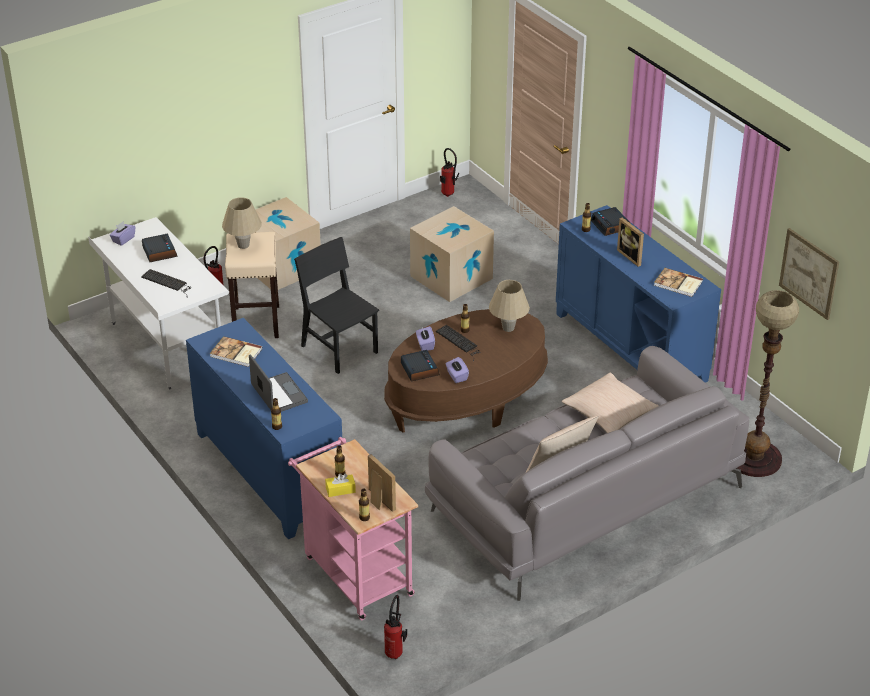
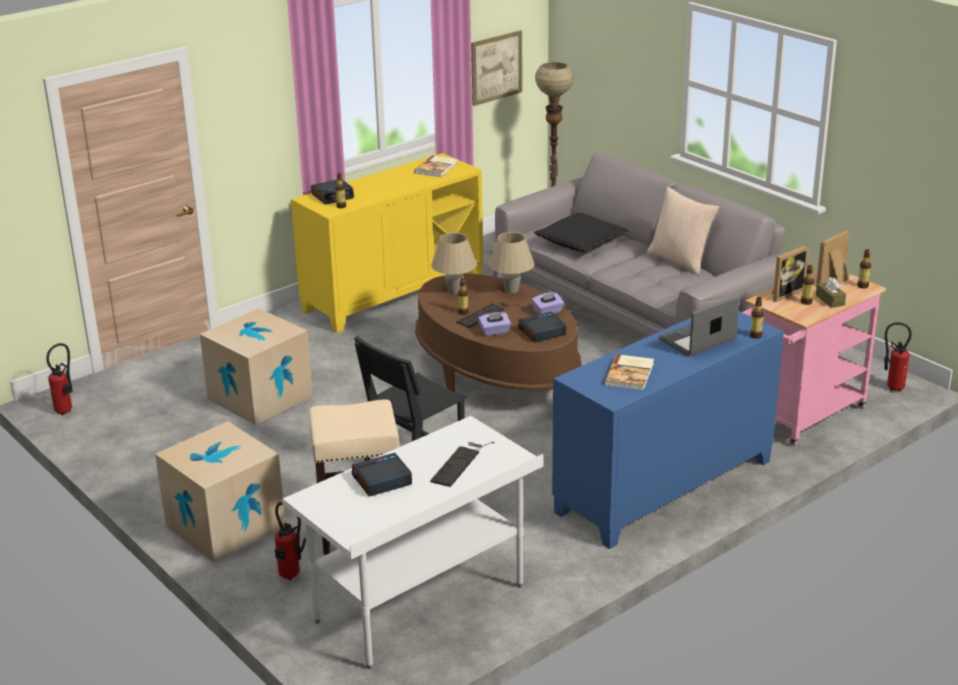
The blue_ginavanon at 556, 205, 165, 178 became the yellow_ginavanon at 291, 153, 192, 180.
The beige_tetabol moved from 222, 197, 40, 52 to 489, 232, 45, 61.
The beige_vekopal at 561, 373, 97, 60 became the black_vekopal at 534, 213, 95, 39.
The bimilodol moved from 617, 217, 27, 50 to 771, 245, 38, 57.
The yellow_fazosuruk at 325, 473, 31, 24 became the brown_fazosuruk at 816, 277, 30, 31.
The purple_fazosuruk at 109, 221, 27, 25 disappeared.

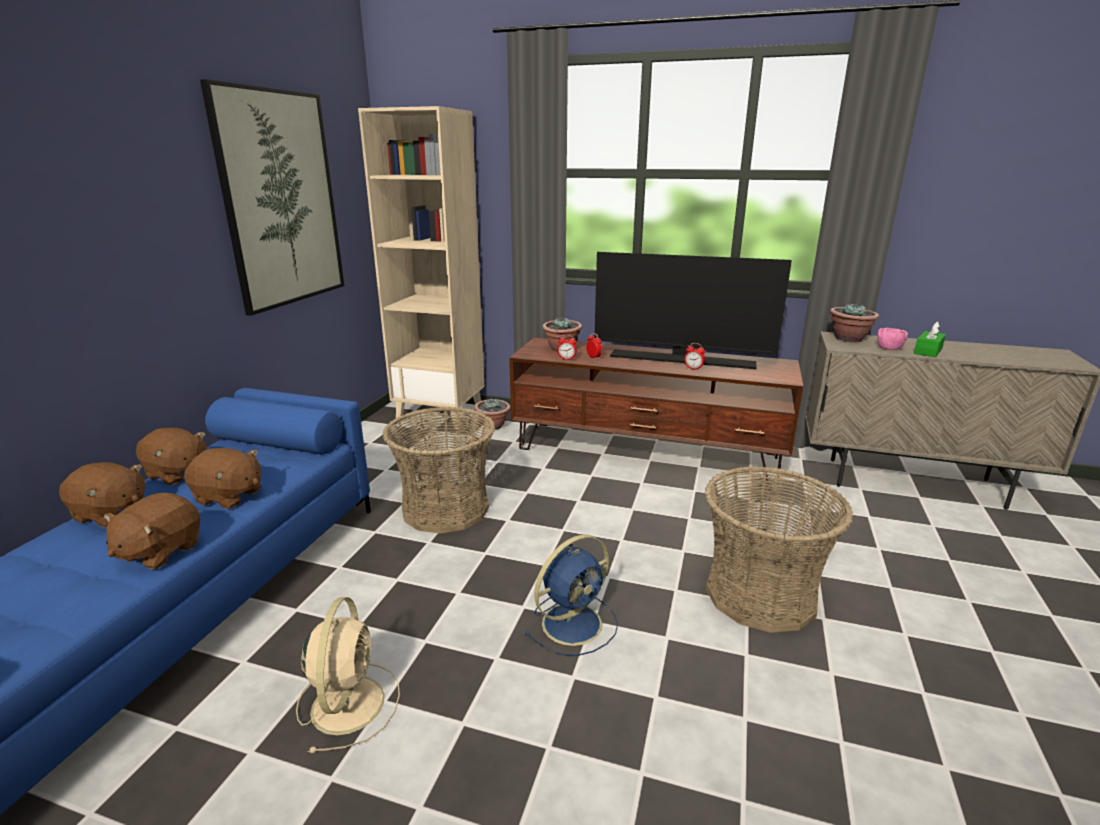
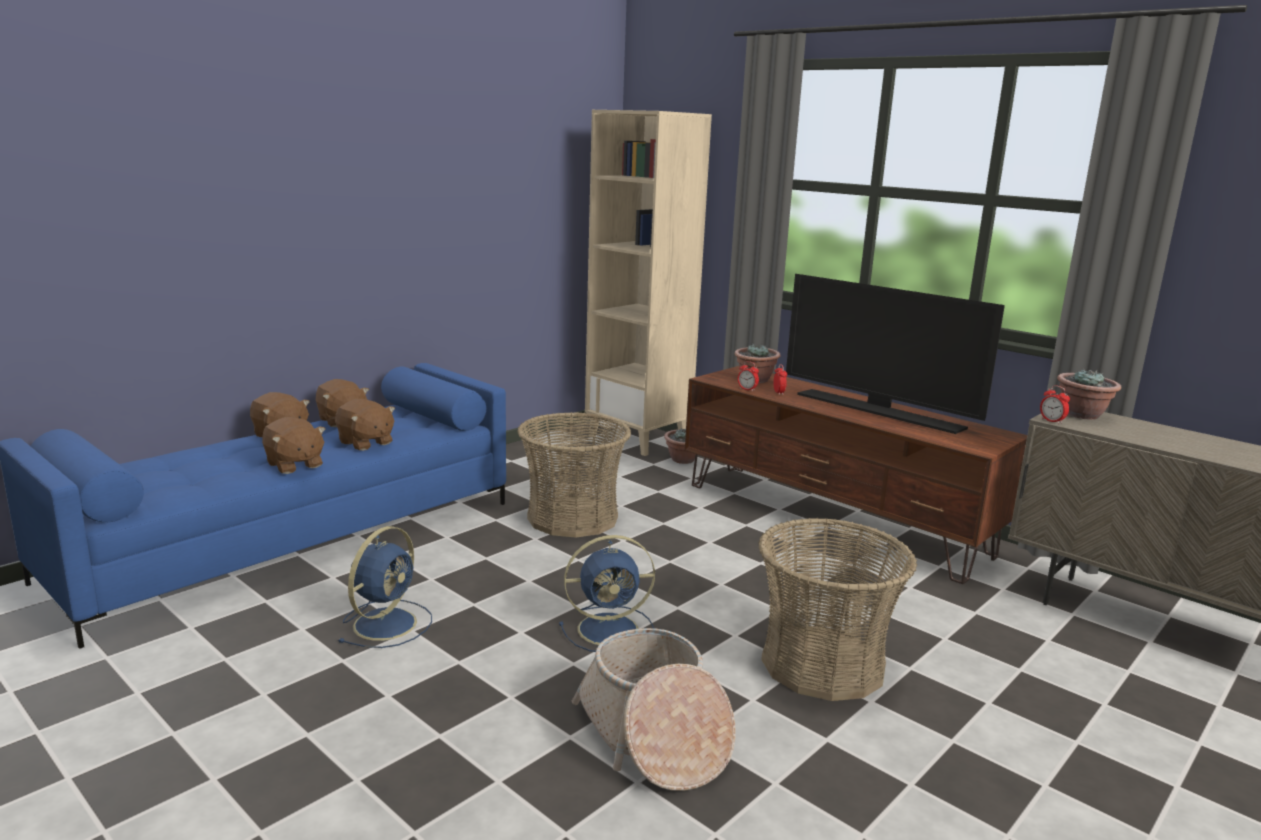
The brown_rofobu at 104, 493, 96, 77 turned 90 degrees counterclockwise.
The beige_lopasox at 296, 597, 104, 156 became the blue_lopasox at 338, 526, 94, 122.
The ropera at 572, 628, 164, 163 appeared.
The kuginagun moved from 684, 343, 21, 28 to 1040, 385, 30, 39.
The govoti at 200, 79, 144, 237 disappeared.
The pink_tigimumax at 877, 328, 31, 22 disappeared.
The green_fazosuruk at 914, 321, 32, 36 disappeared.

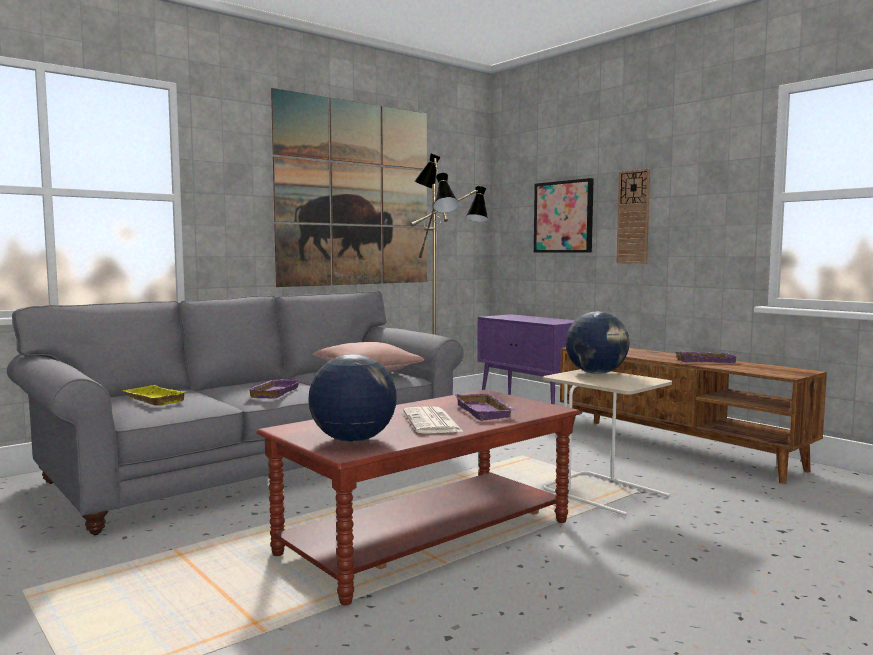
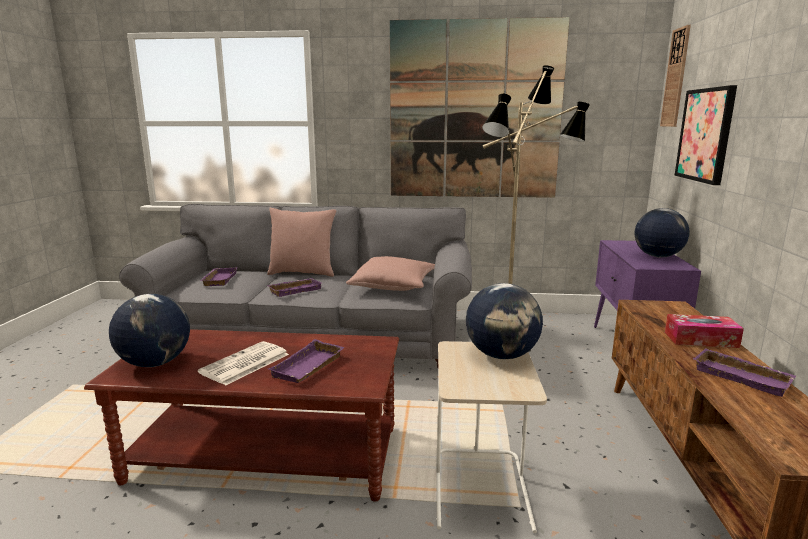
The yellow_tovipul at 123, 385, 63, 21 became the purple_tovipul at 200, 267, 38, 19.
The pink_vekopal at 267, 208, 69, 69 appeared.
The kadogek at 635, 208, 55, 50 appeared.
The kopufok moved from 616, 169, 34, 95 to 660, 25, 31, 102.
The fazosuruk at 665, 314, 79, 34 appeared.

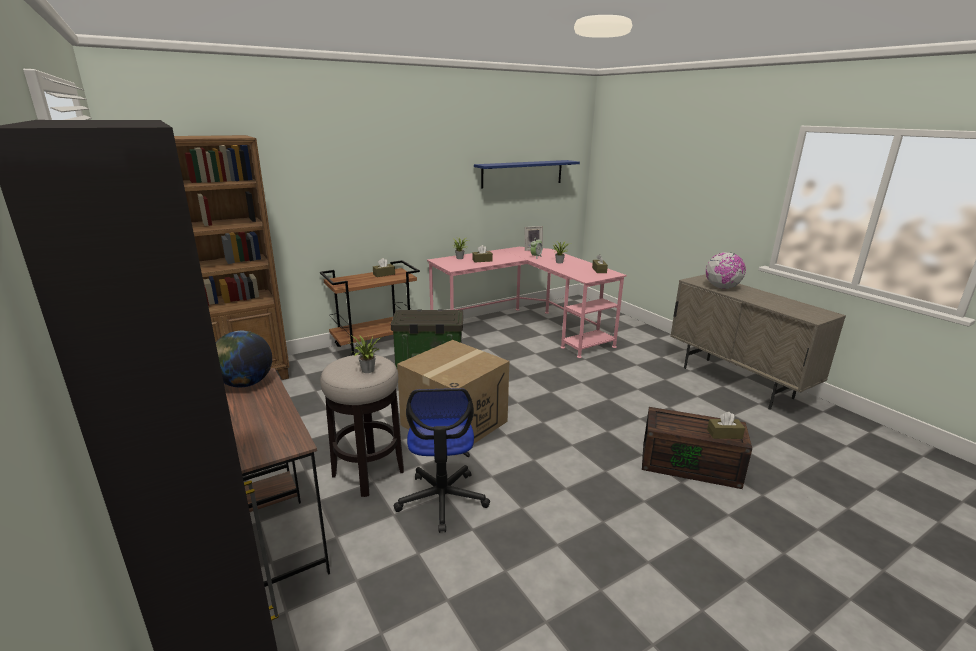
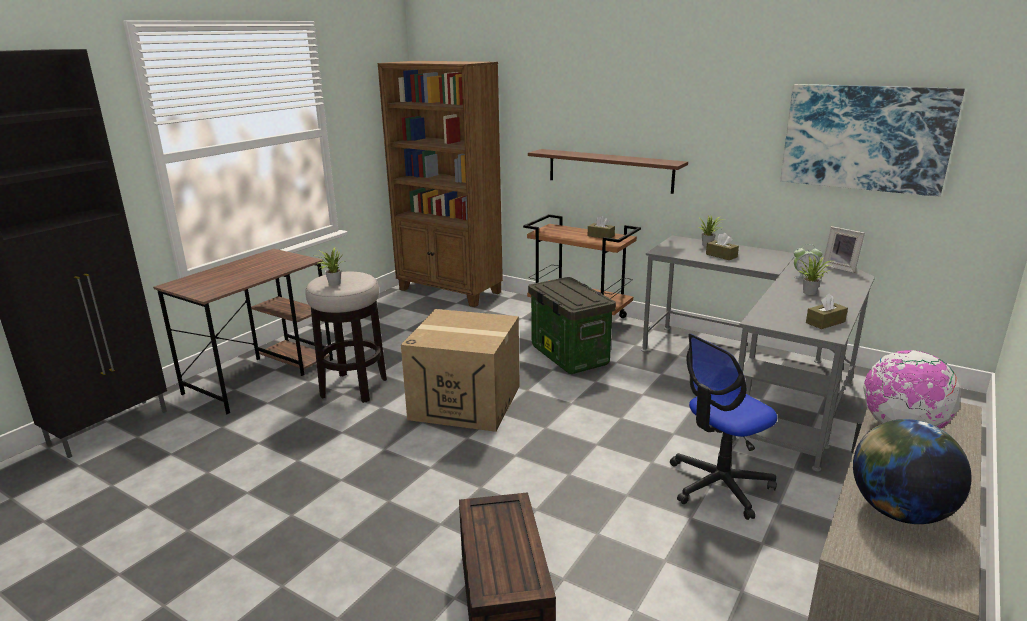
The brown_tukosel at 528, 149, 160, 45 appeared.
The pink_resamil at 427, 247, 200, 111 became the grey_resamil at 641, 235, 234, 237.
The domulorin moved from 394, 388, 96, 145 to 670, 334, 107, 186.
The blue_tukosel at 474, 160, 106, 29 was replaced by the govoti at 780, 84, 185, 113.
The kadogek moved from 216, 331, 56, 56 to 853, 419, 118, 105.
The brown_fazosuruk at 707, 412, 38, 27 disappeared.

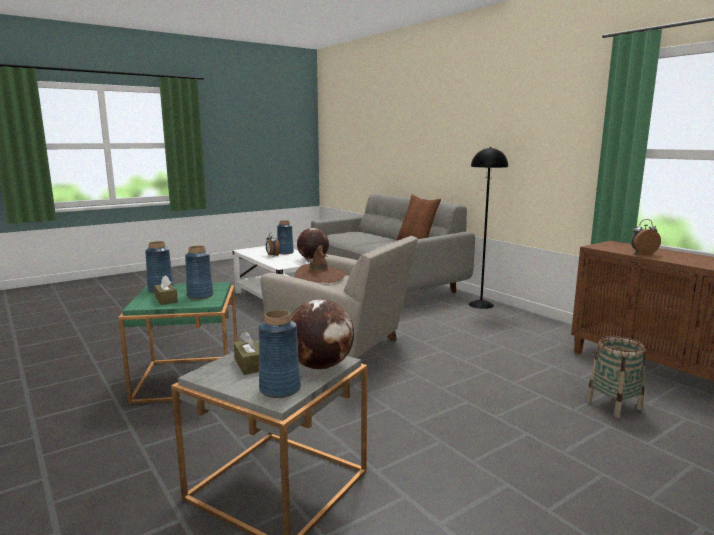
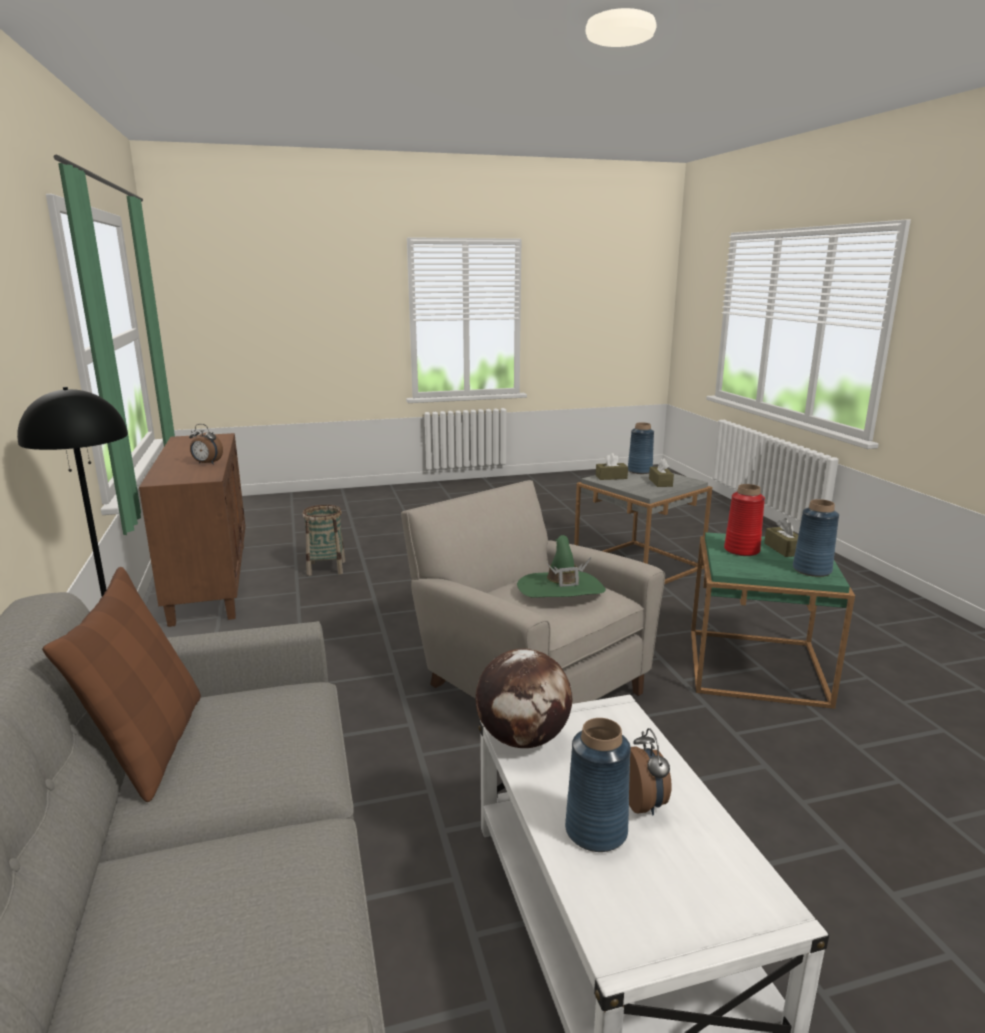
The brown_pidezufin at 295, 245, 51, 38 became the green_pidezufin at 517, 535, 89, 63.
The kadogek at 290, 299, 64, 71 was replaced by the brown_fazosuruk at 596, 453, 32, 27.
The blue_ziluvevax at 185, 246, 29, 53 became the red_ziluvevax at 724, 484, 41, 72.

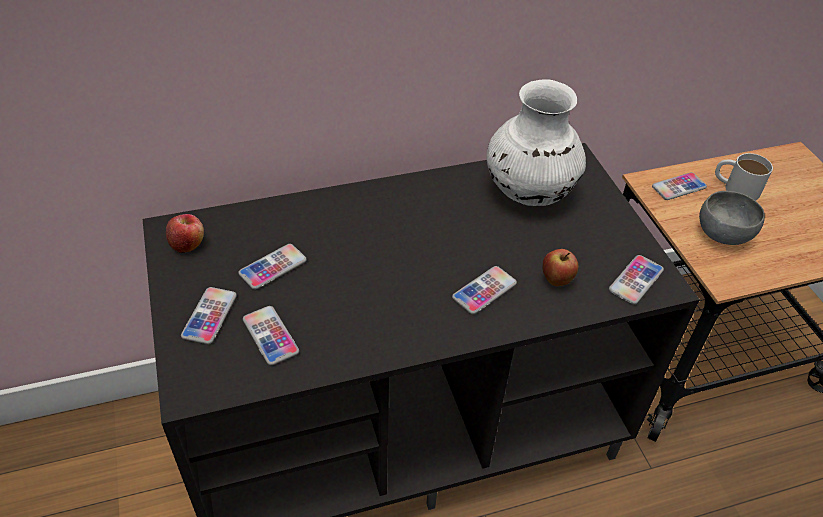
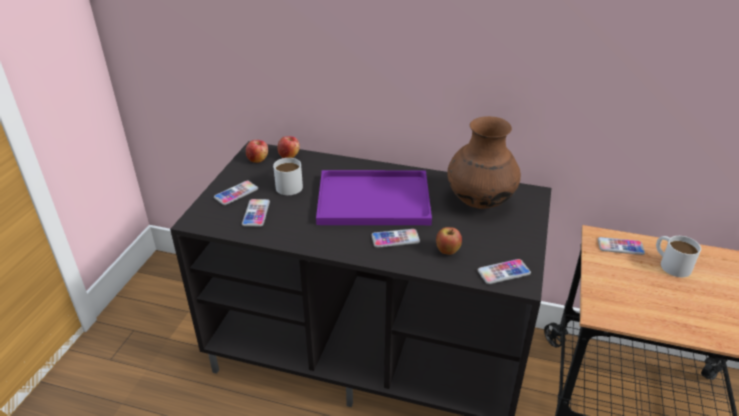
The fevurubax at 238, 244, 69, 45 was replaced by the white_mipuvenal at 273, 158, 30, 37.
The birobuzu at 277, 136, 23, 22 appeared.
The purple_tovipul at 316, 170, 116, 55 appeared.
The white_ziluvevax at 486, 79, 100, 127 became the brown_ziluvevax at 447, 116, 74, 93.
The grey_tigimumax at 699, 191, 66, 54 disappeared.

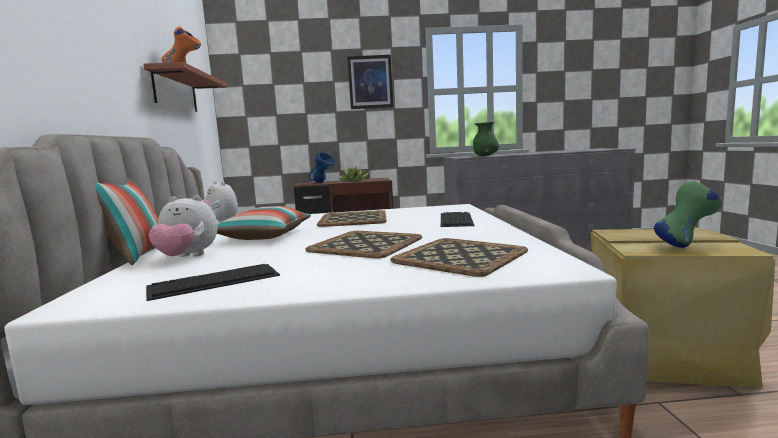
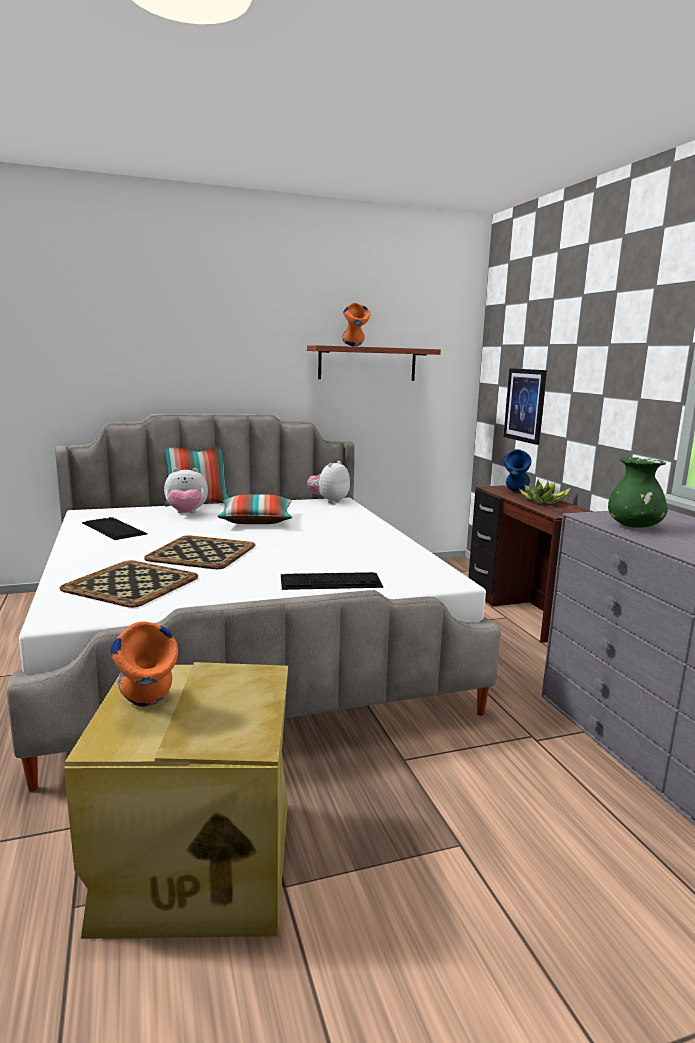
The green_ziluvevax at 654, 181, 68, 67 became the orange_ziluvevax at 110, 621, 68, 85.
The rofobu at 149, 195, 69, 62 turned 90 degrees counterclockwise.
The govoti moved from 347, 55, 46, 54 to 503, 368, 44, 77.
The tovipul at 317, 210, 70, 17 disappeared.

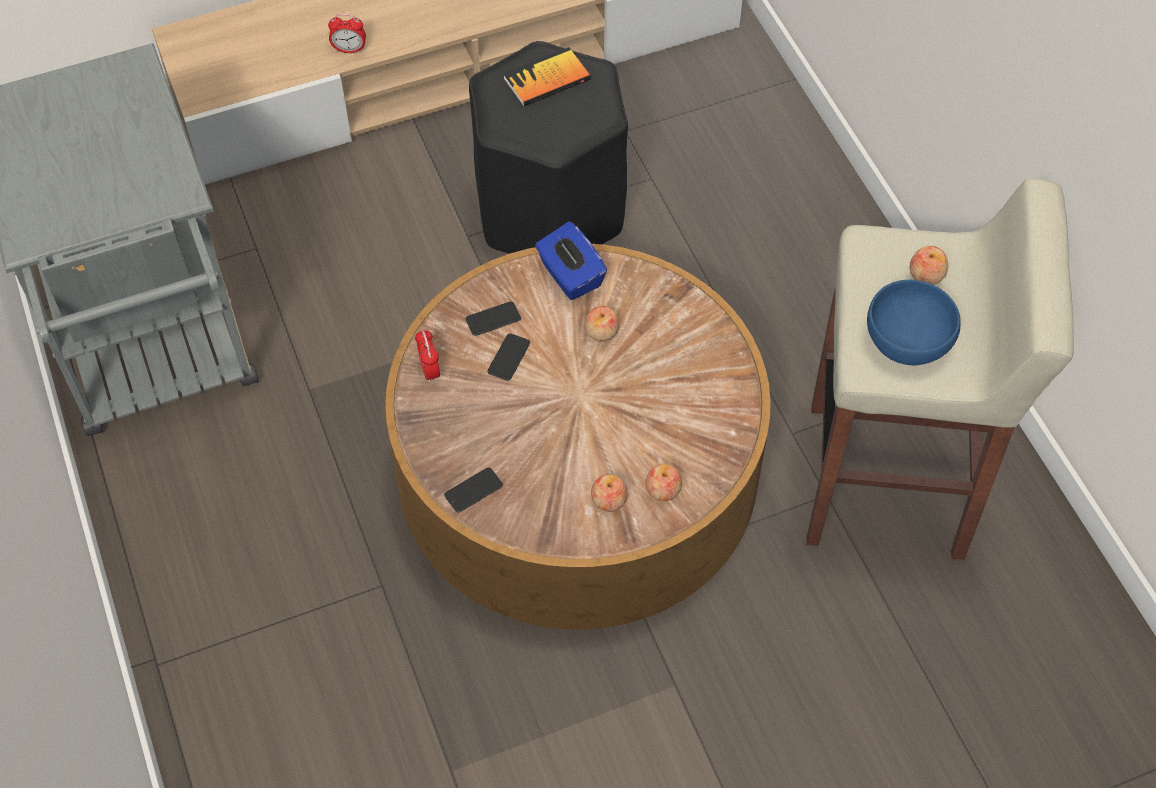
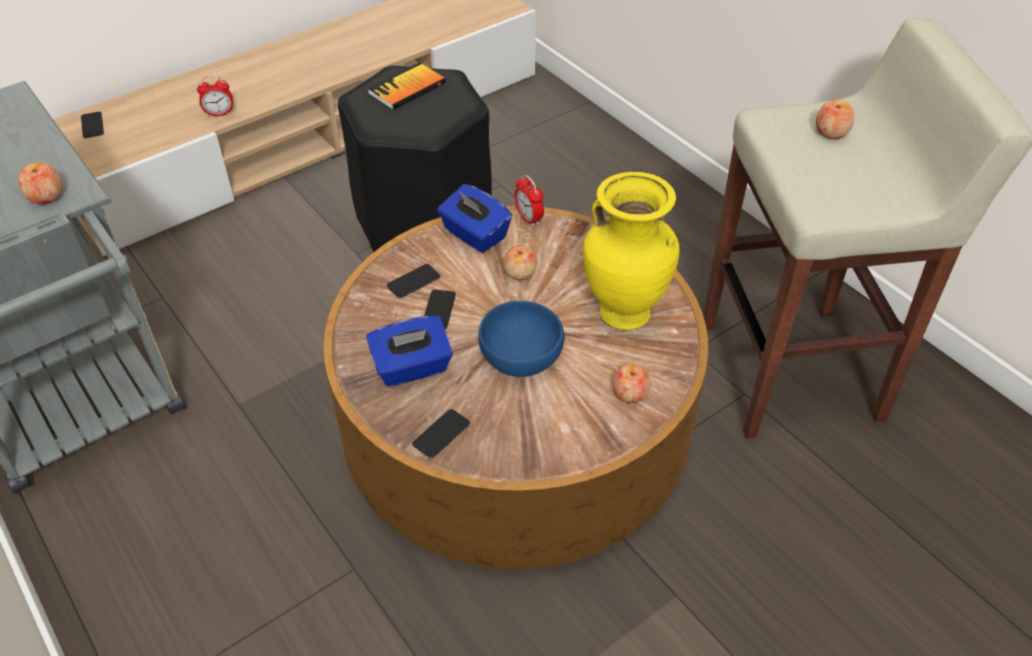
The birobuzu moved from 591, 474, 37, 38 to 18, 163, 45, 41.
The fevurubax at 81, 112, 23, 26 appeared.
The blue_fazosuruk at 366, 316, 87, 71 appeared.
The blue_tigimumax moved from 867, 279, 94, 87 to 478, 301, 86, 76.
The kuginagun moved from 415, 329, 25, 53 to 515, 175, 29, 52.
The yellow_ziluvevax at 583, 172, 97, 158 appeared.

